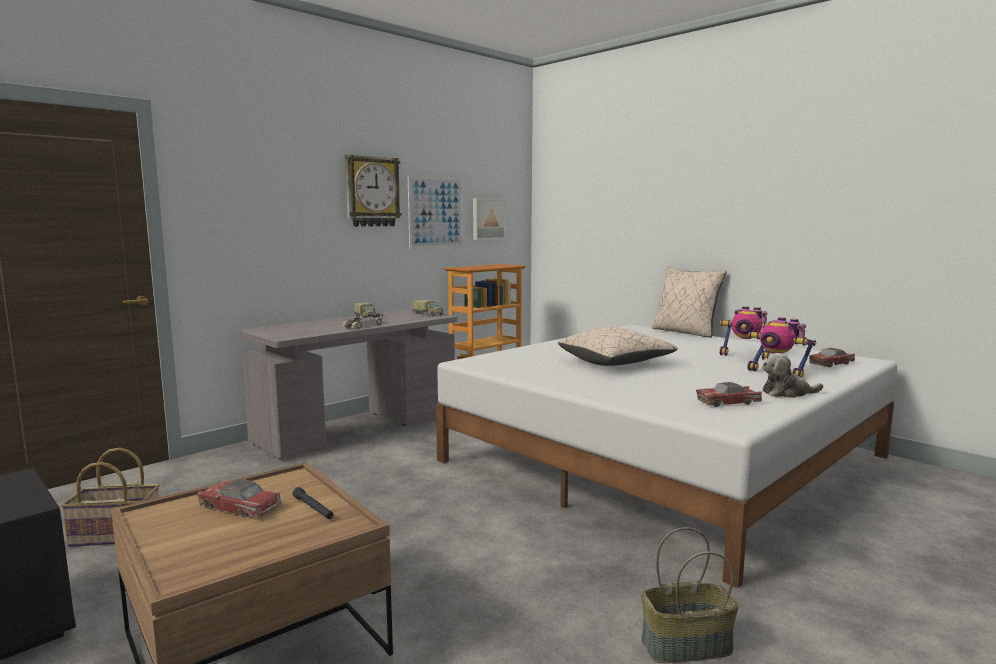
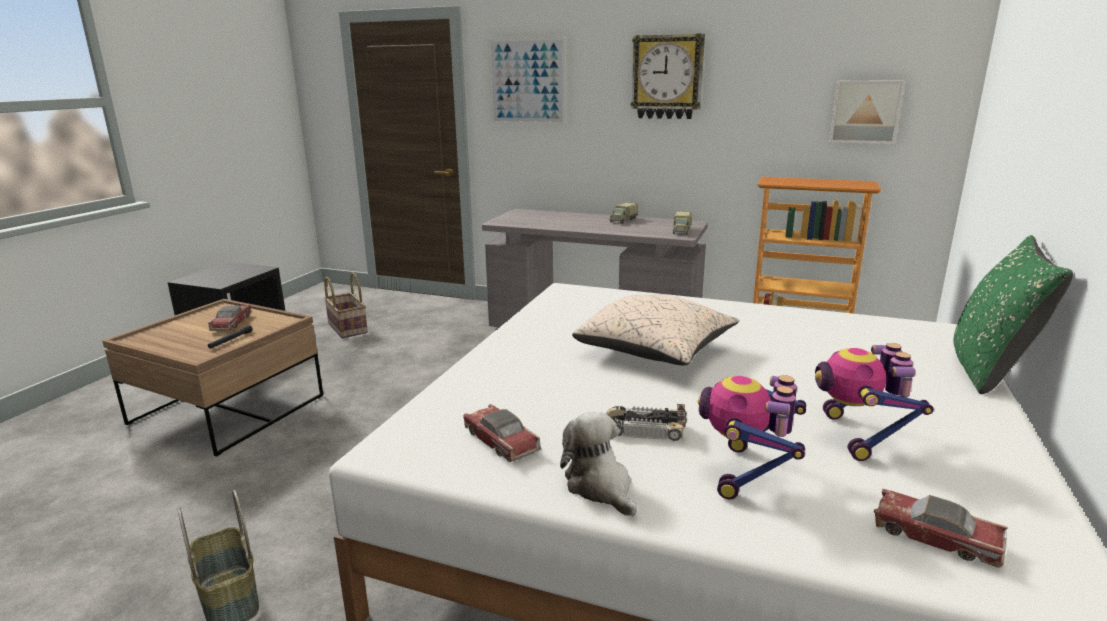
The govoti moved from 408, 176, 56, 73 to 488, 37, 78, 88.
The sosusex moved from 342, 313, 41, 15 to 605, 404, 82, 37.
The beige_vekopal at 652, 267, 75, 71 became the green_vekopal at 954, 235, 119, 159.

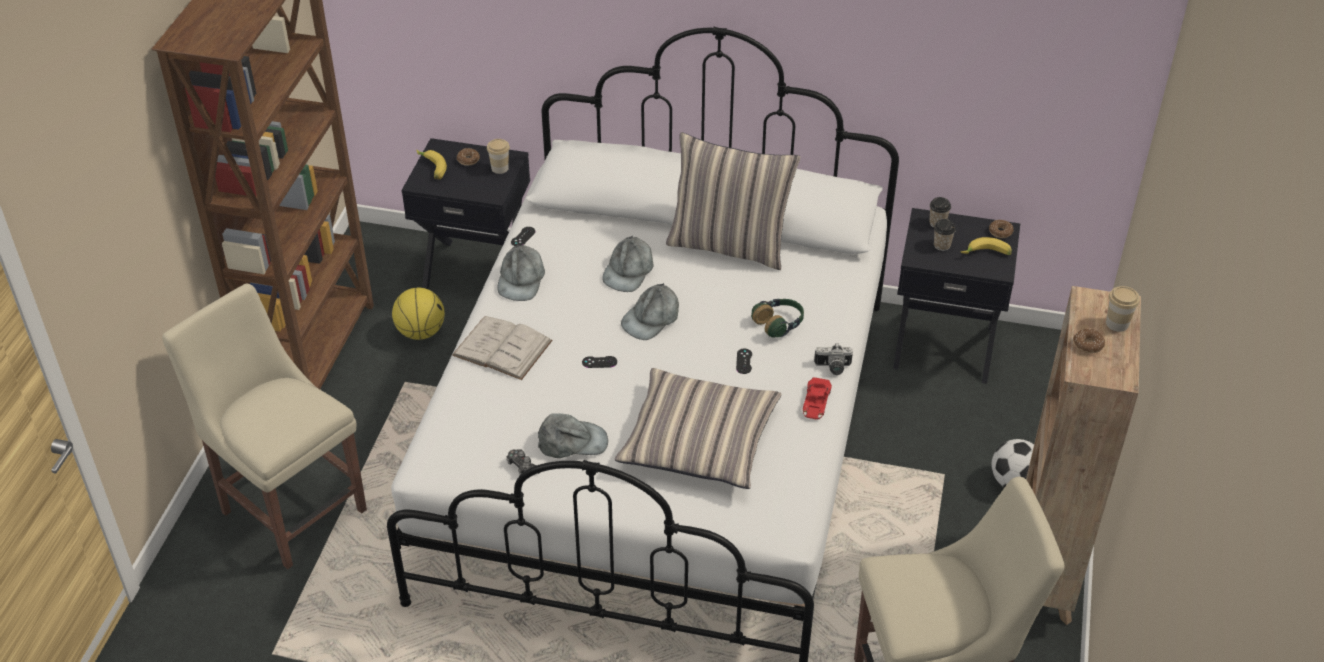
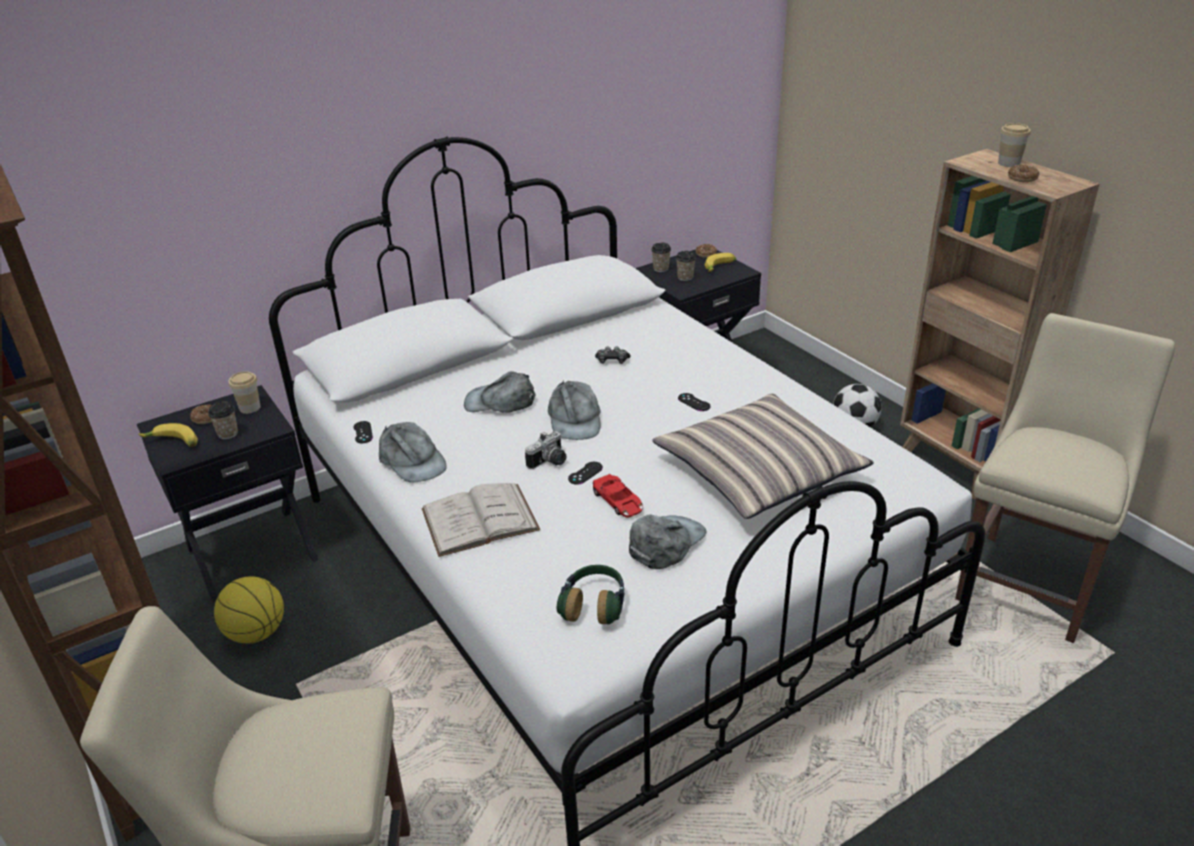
The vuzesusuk at 208, 401, 30, 38 appeared.
The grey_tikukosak at 603, 235, 51, 57 turned 120 degrees clockwise.
The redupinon moved from 814, 343, 39, 32 to 525, 431, 41, 38.
The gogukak moved from 751, 299, 53, 38 to 557, 565, 67, 59.
The red_sosusex moved from 803, 377, 29, 43 to 593, 474, 50, 44.
The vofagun moved from 506, 449, 33, 26 to 595, 346, 36, 18.
The vekopal at 666, 132, 134, 138 disappeared.

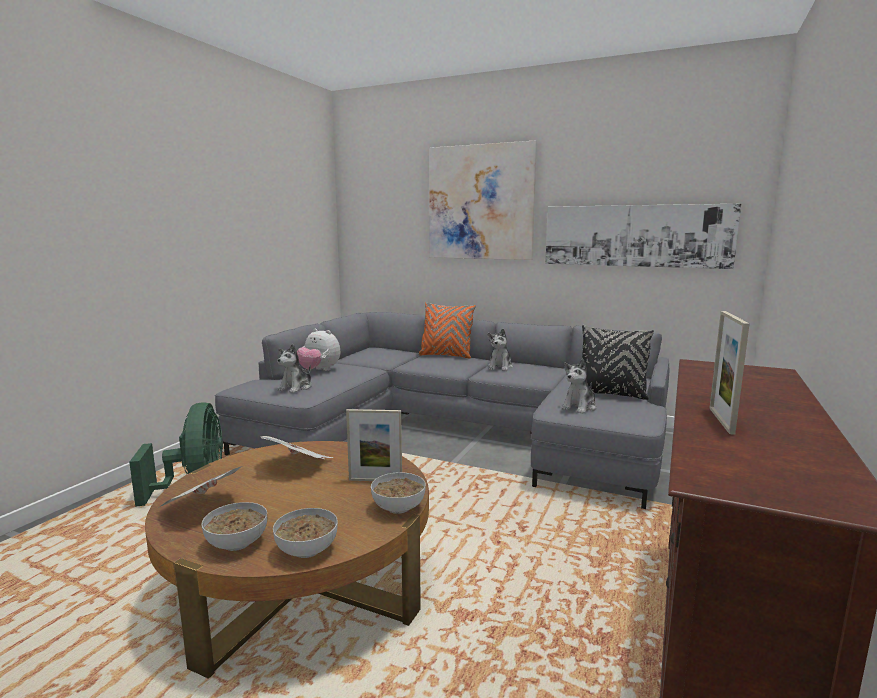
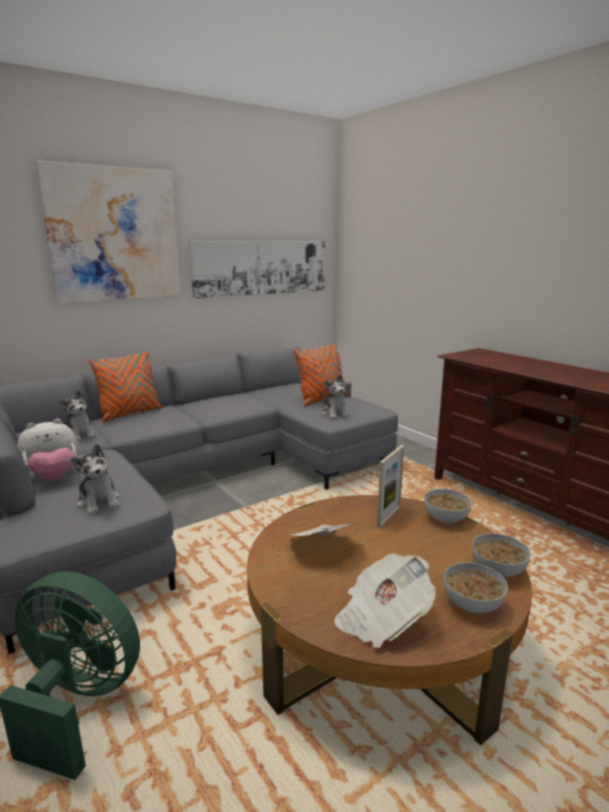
The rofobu moved from 487, 329, 26, 42 to 59, 390, 37, 51.
The black_vekopal at 582, 325, 72, 75 became the orange_vekopal at 293, 343, 54, 63.
The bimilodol at 710, 311, 39, 124 disappeared.

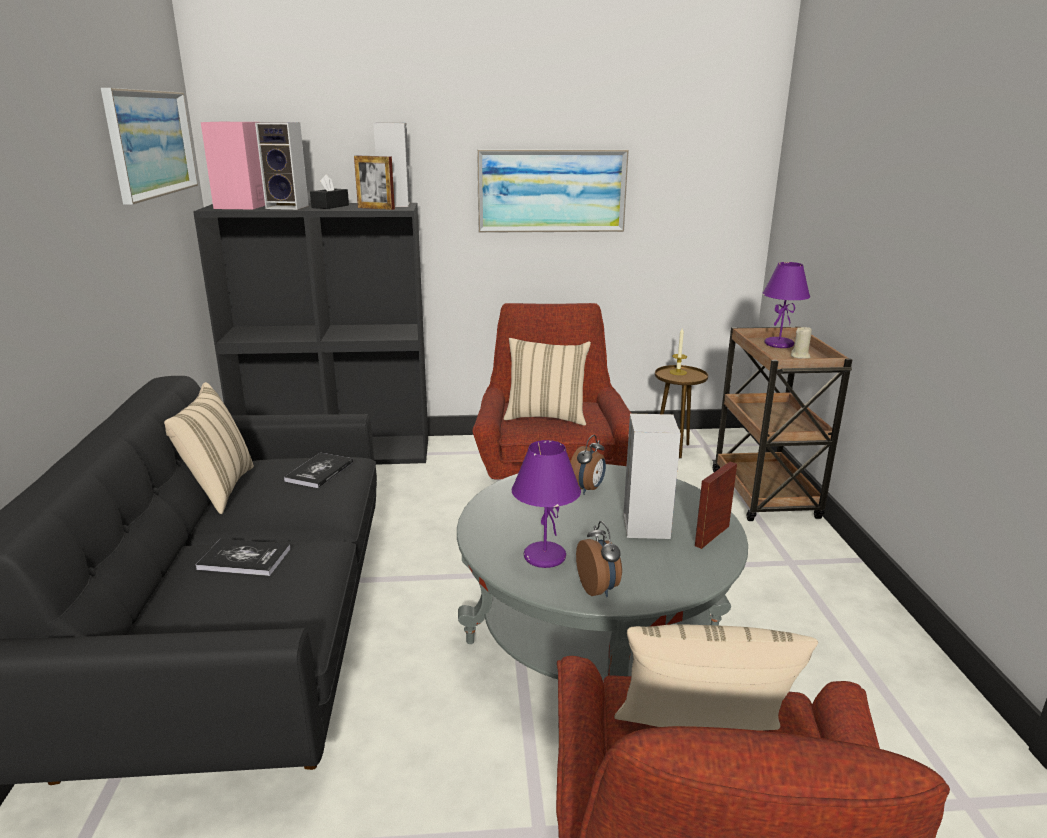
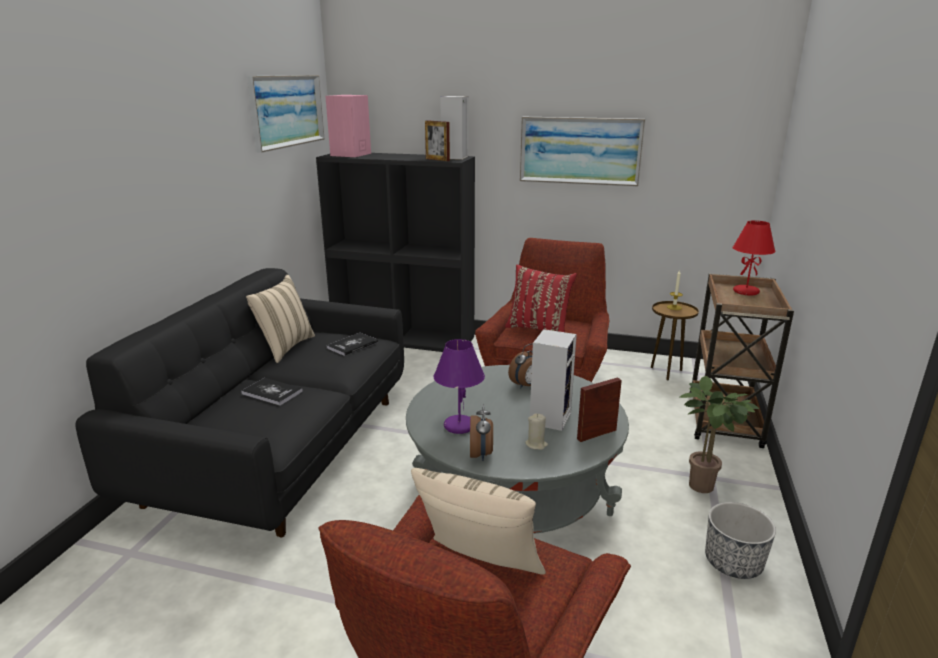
The beige_vekopal at 504, 338, 87, 88 became the red_vekopal at 505, 264, 72, 68.
The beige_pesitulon moved from 791, 326, 21, 33 to 525, 414, 23, 36.
The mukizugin at 680, 376, 79, 117 appeared.
The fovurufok at 705, 502, 71, 77 appeared.
The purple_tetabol at 762, 262, 48, 86 became the red_tetabol at 732, 220, 44, 76.
The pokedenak at 255, 122, 54, 88 disappeared.
The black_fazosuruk at 310, 174, 39, 35 disappeared.

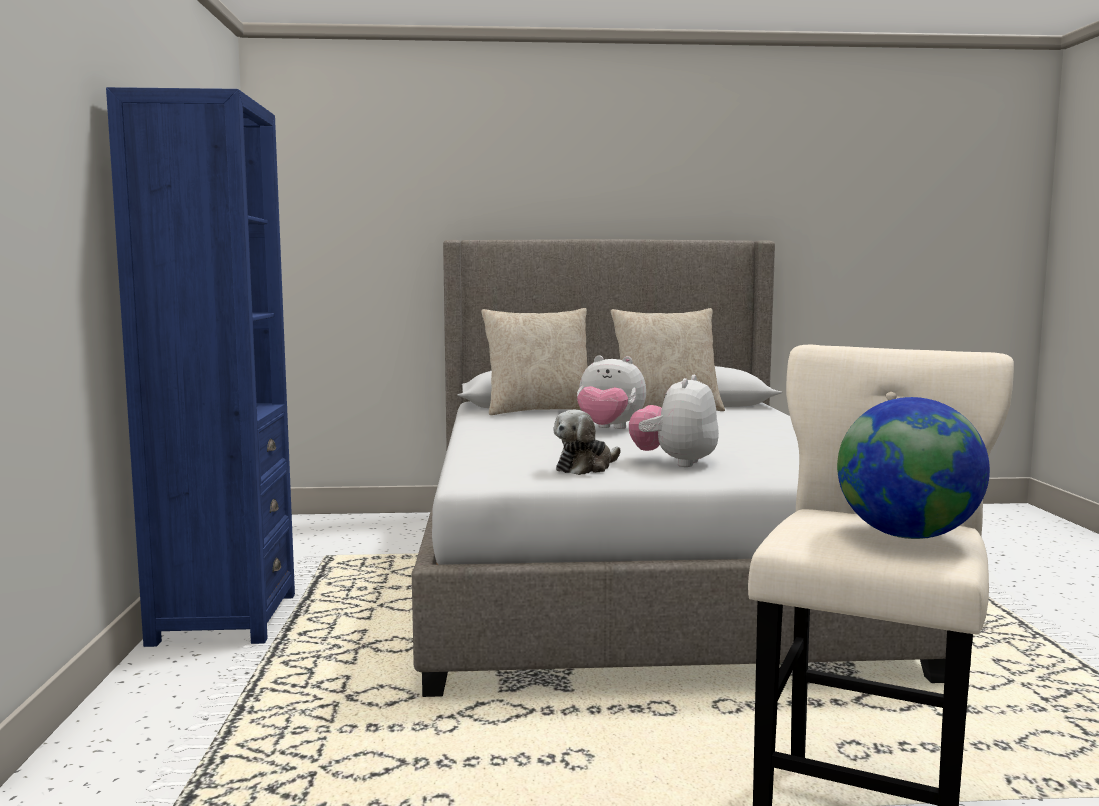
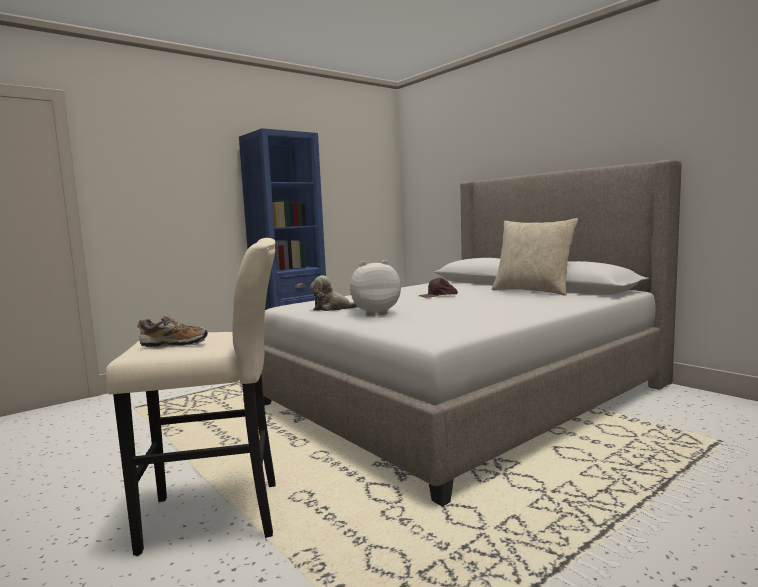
The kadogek at 837, 397, 153, 142 was replaced by the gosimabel at 137, 314, 71, 34.
The rofobu at 577, 355, 69, 74 was replaced by the brown_tikukosak at 419, 277, 39, 21.
The beige_vekopal at 481, 308, 107, 107 disappeared.

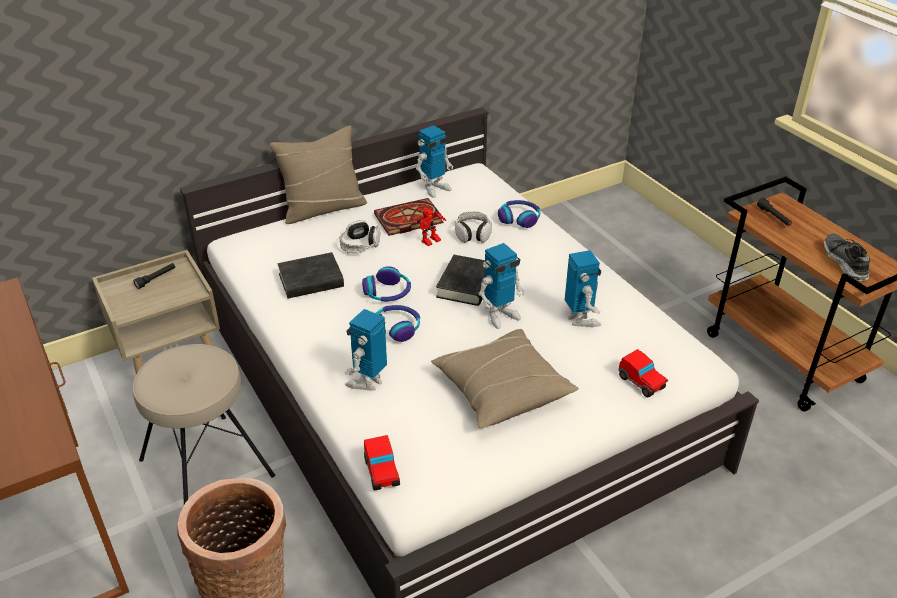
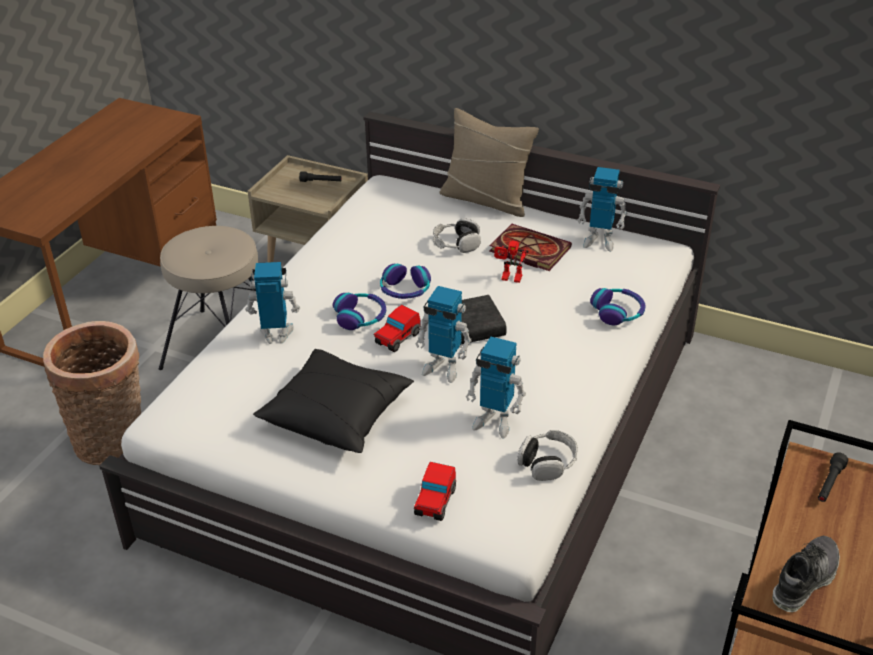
The beige_vekopal at 431, 329, 147, 99 became the black_vekopal at 253, 349, 161, 104.
The sosusex moved from 364, 435, 36, 56 to 374, 305, 47, 47.
The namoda at 565, 250, 36, 77 turned 75 degrees clockwise.
The gogukak moved from 454, 211, 38, 32 to 517, 430, 61, 51.
The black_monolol at 277, 252, 67, 47 disappeared.

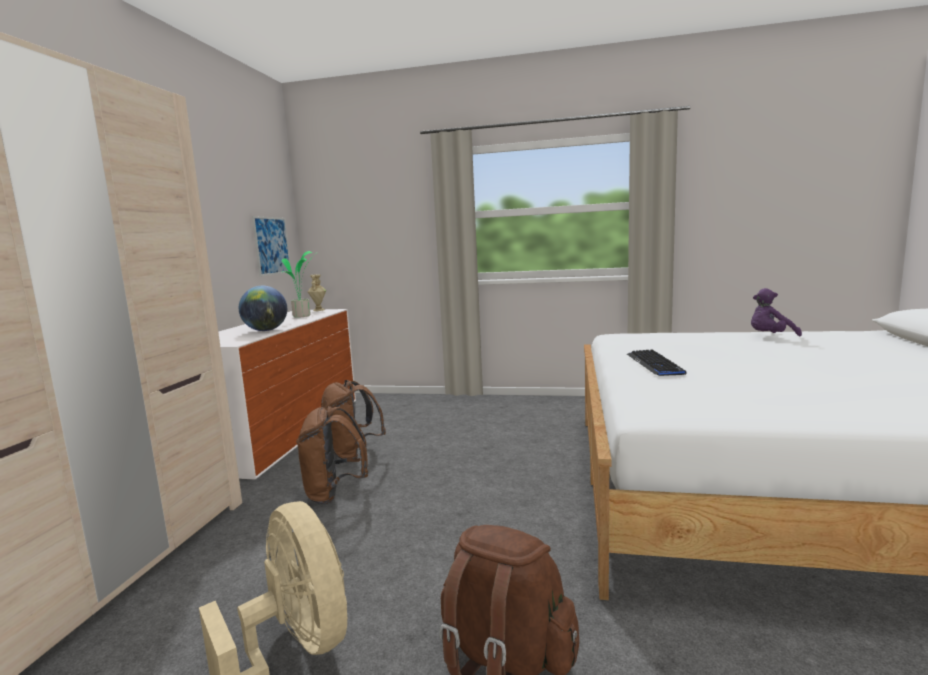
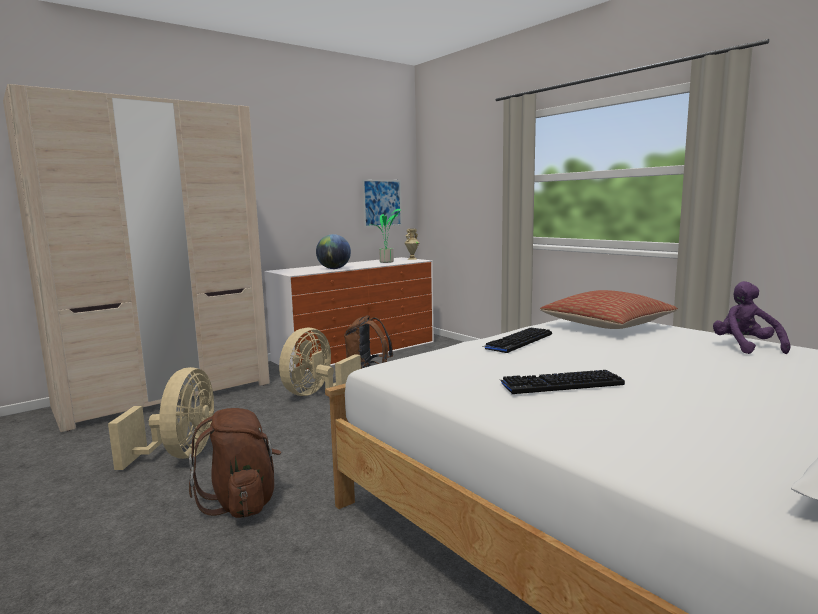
The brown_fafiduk at 296, 406, 72, 98 was replaced by the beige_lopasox at 279, 328, 82, 68.
The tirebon at 500, 370, 125, 24 appeared.
The vekopal at 540, 290, 138, 39 appeared.
The purple_rofobu at 751, 288, 51, 48 turned 60 degrees clockwise.

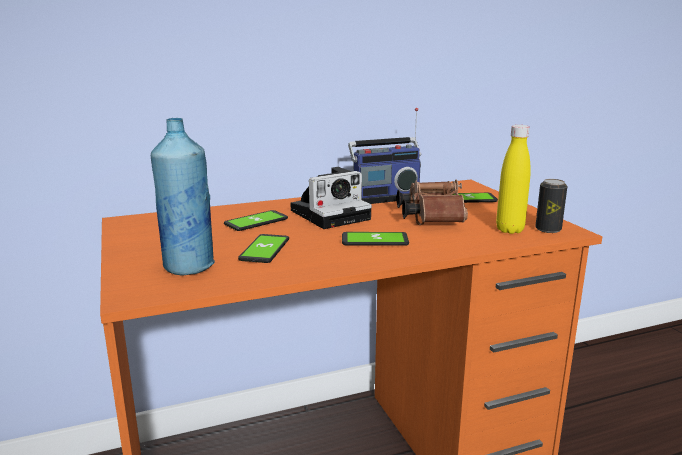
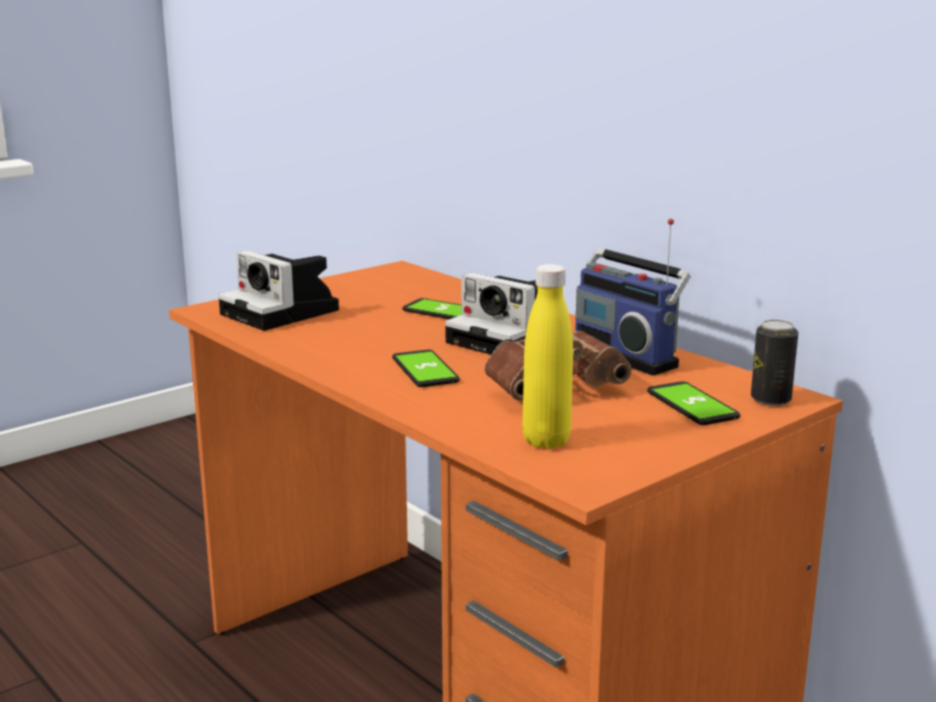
The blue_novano at 151, 118, 64, 157 was replaced by the redupinon at 218, 250, 121, 81.
The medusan moved from 535, 179, 32, 54 to 751, 320, 47, 86.
The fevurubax at 238, 234, 51, 29 disappeared.

